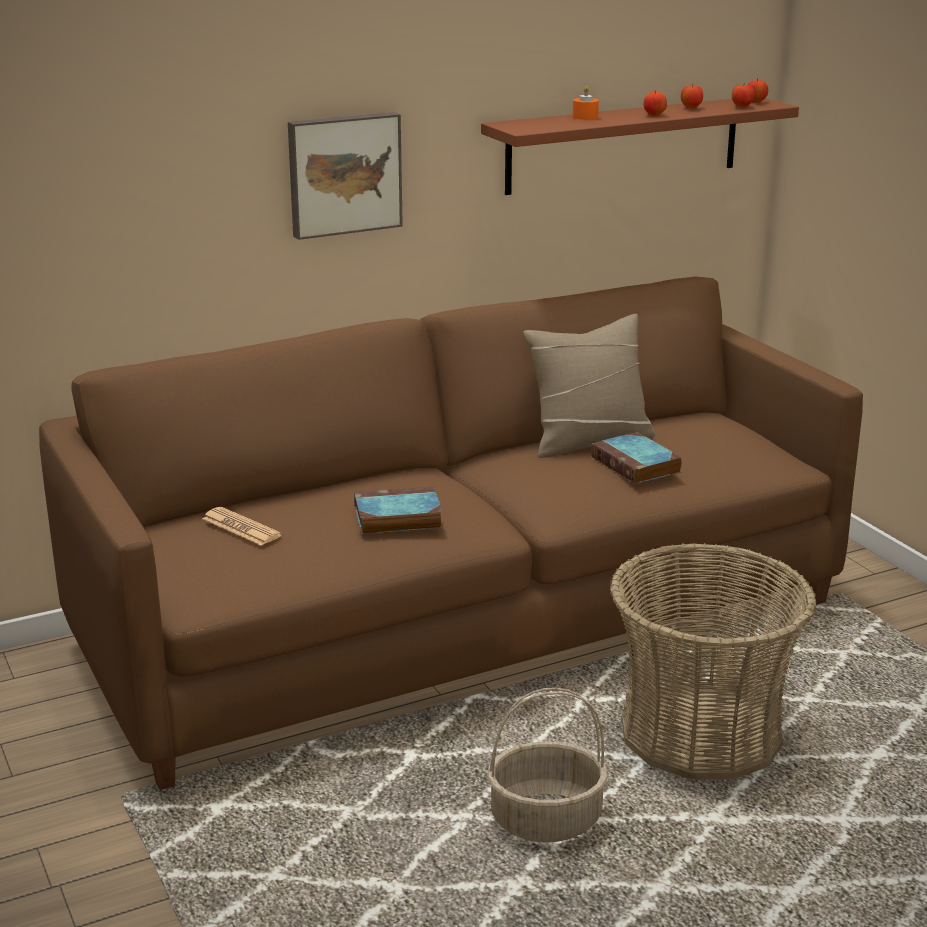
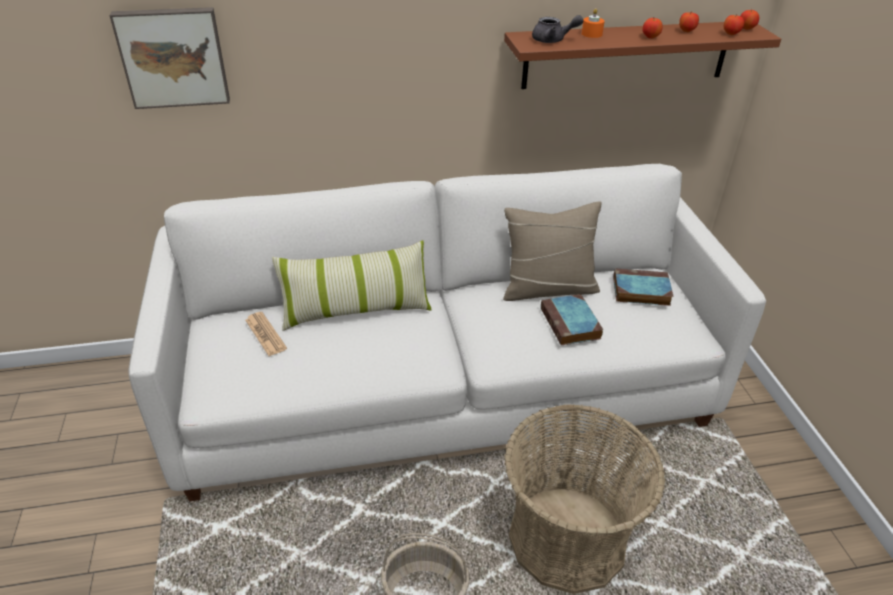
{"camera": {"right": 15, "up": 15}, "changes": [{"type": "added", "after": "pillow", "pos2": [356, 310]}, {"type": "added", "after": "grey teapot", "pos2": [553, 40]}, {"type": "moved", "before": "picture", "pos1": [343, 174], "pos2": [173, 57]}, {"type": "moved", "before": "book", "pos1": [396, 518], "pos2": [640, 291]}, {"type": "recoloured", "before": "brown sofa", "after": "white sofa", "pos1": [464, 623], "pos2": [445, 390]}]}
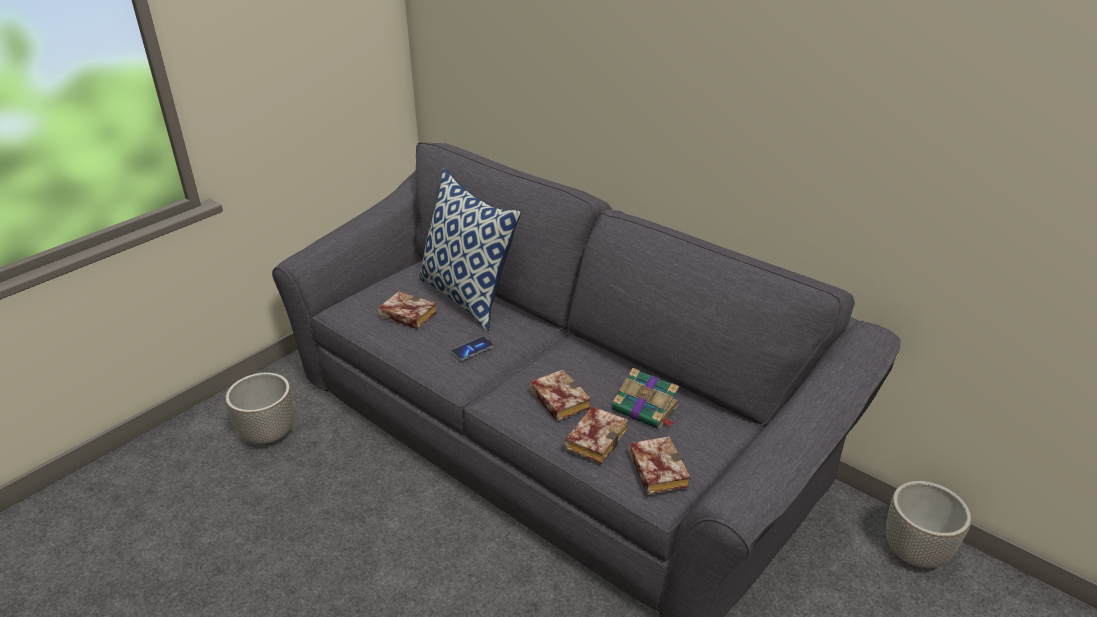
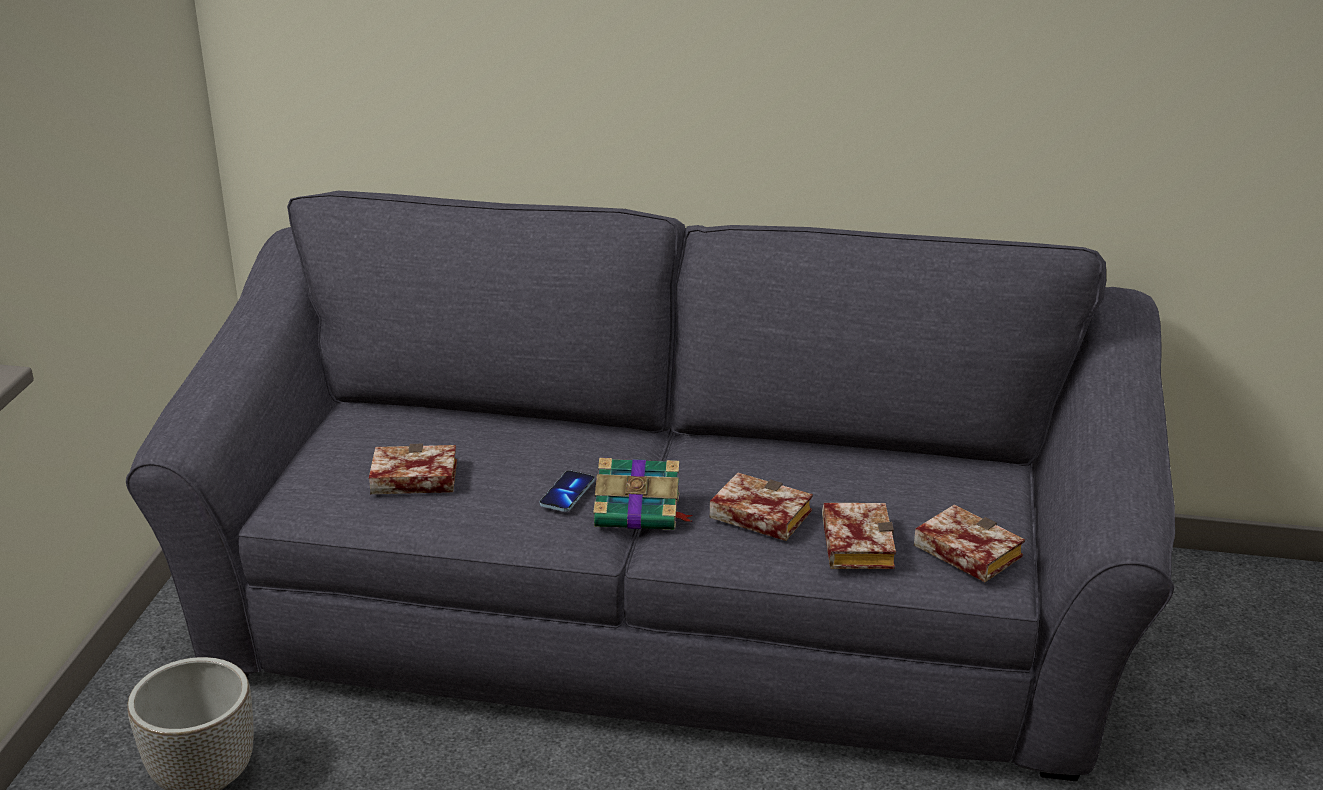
{"camera": {"right": -30, "up": -5}, "changes": [{"type": "removed", "before": "pillow", "pos1": [468, 297]}, {"type": "removed", "before": "planter", "pos1": [915, 552]}, {"type": "moved", "before": "book", "pos1": [646, 409], "pos2": [639, 511]}]}
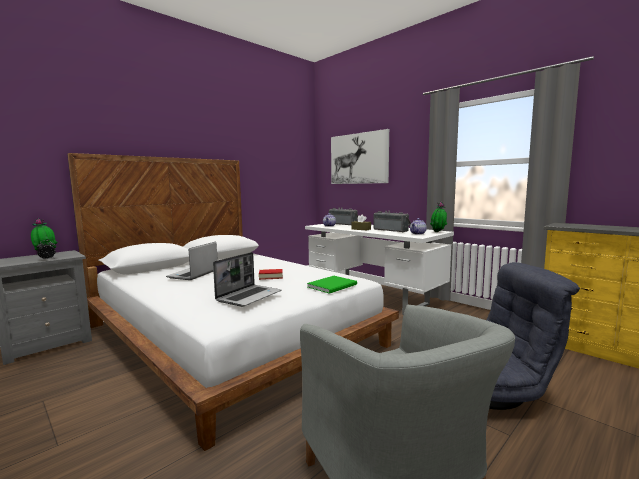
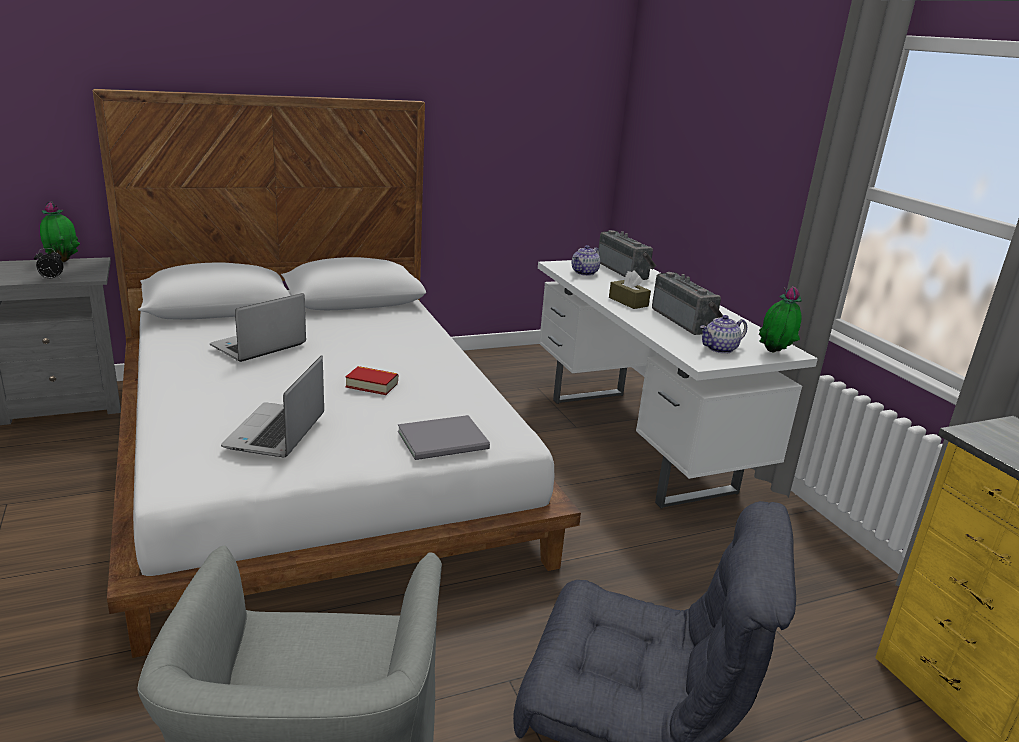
{"camera": {"right": 20, "up": 15}, "changes": [{"type": "removed", "before": "picture", "pos1": [358, 158]}, {"type": "recoloured", "before": "green book", "after": "grey book", "pos1": [333, 285], "pos2": [446, 441]}, {"type": "turned", "before": "laptop", "pos1": [249, 296], "pos2": [276, 432], "turn": 135}]}
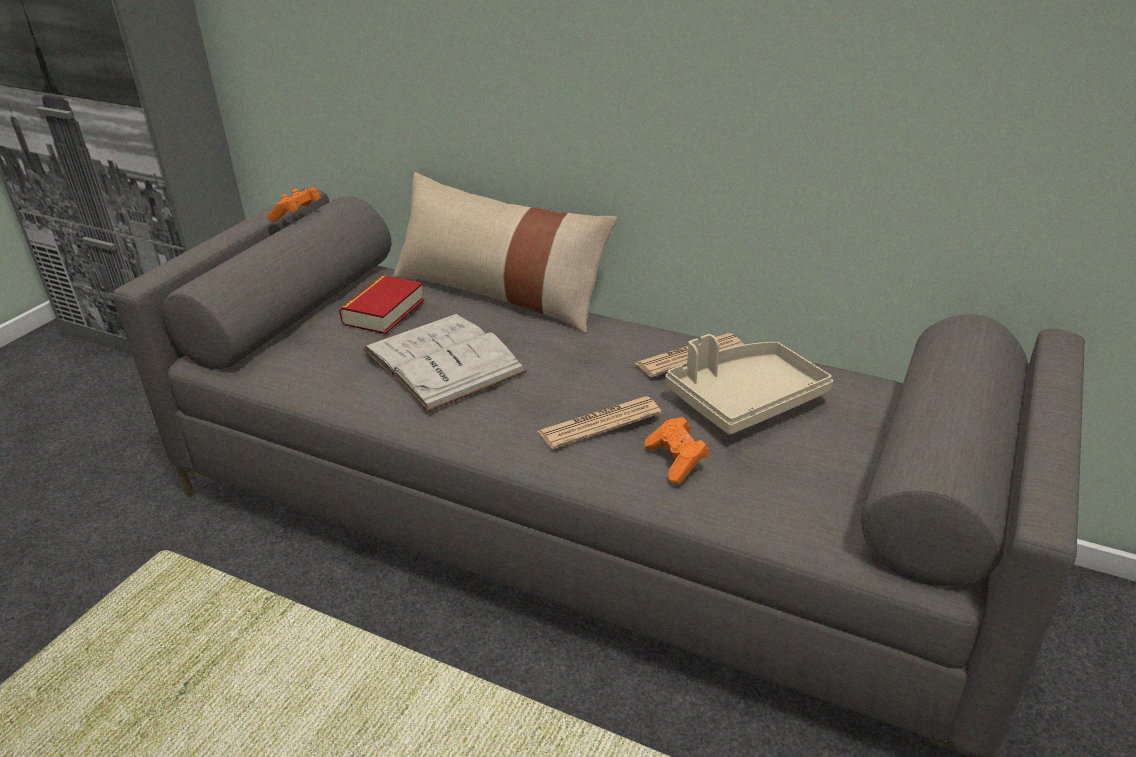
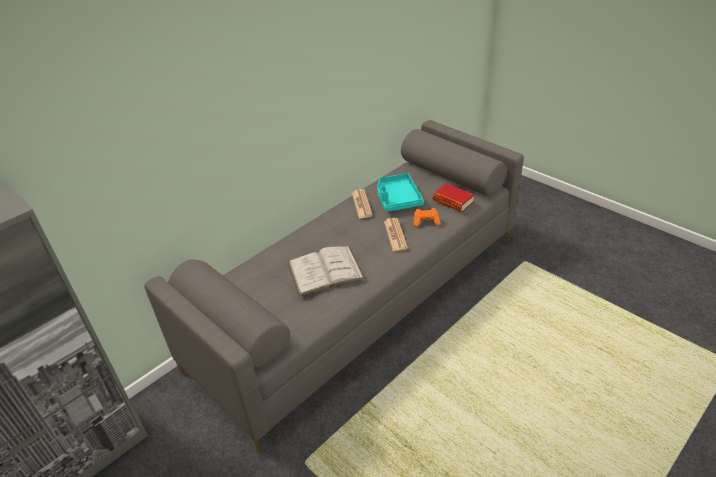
{"camera": {"right": -70, "up": 5}, "changes": [{"type": "removed", "before": "orange game controller", "pos1": [297, 215]}, {"type": "removed", "before": "beige pillow", "pos1": [500, 293]}, {"type": "moved", "before": "book", "pos1": [384, 312], "pos2": [453, 201]}, {"type": "recoloured", "before": "beige tray", "after": "turquoise tray", "pos1": [744, 399], "pos2": [397, 199]}]}
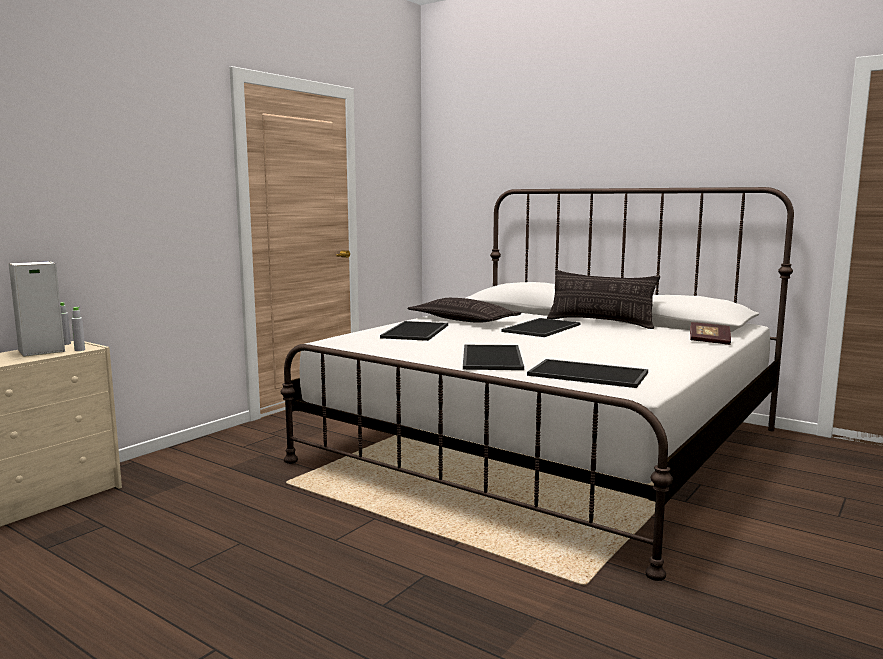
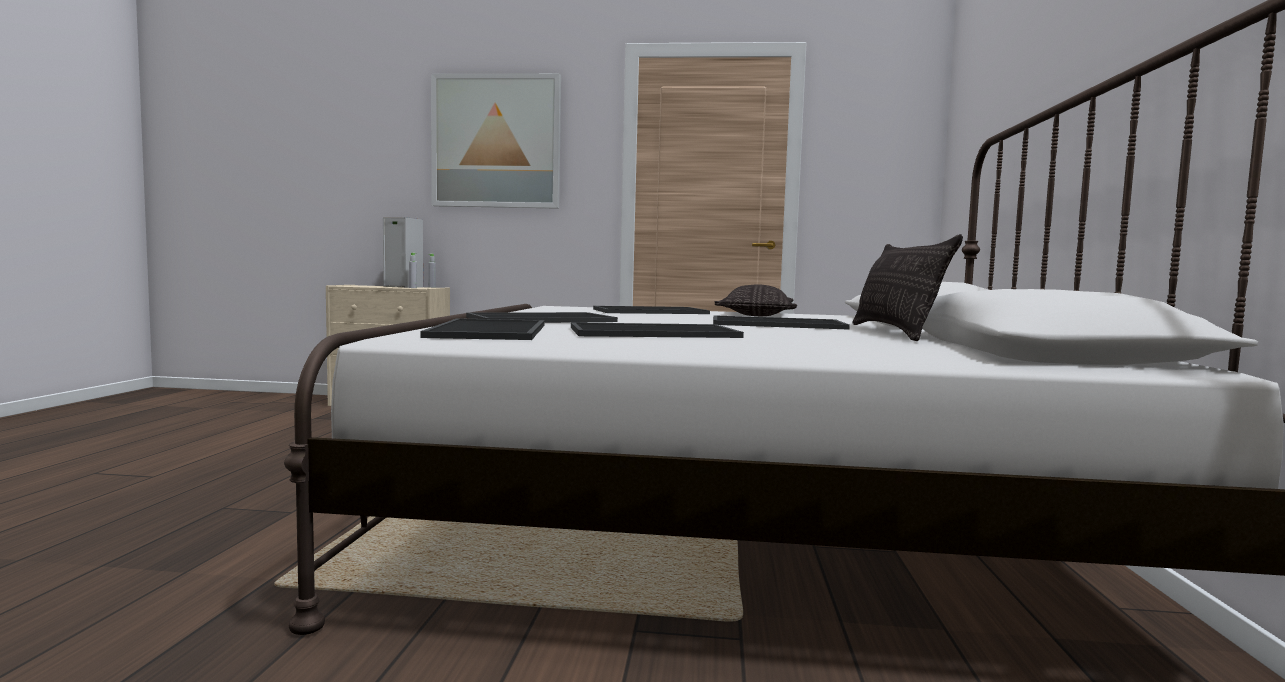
{"camera": {"right": 60, "up": -5}, "changes": [{"type": "removed", "before": "book", "pos1": [709, 342]}, {"type": "added", "after": "picture", "pos2": [496, 142]}, {"type": "added", "after": "tray", "pos2": [654, 332]}]}
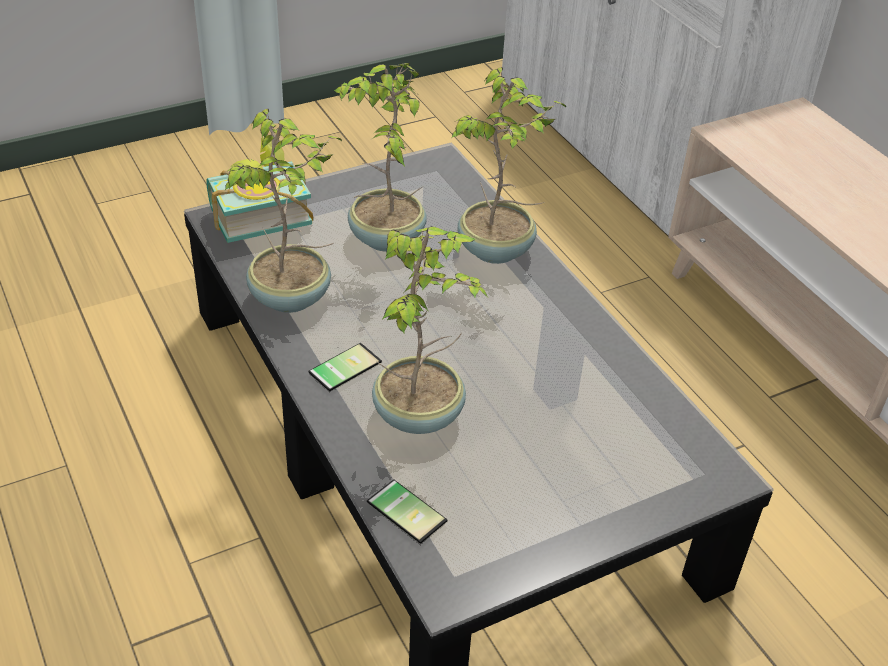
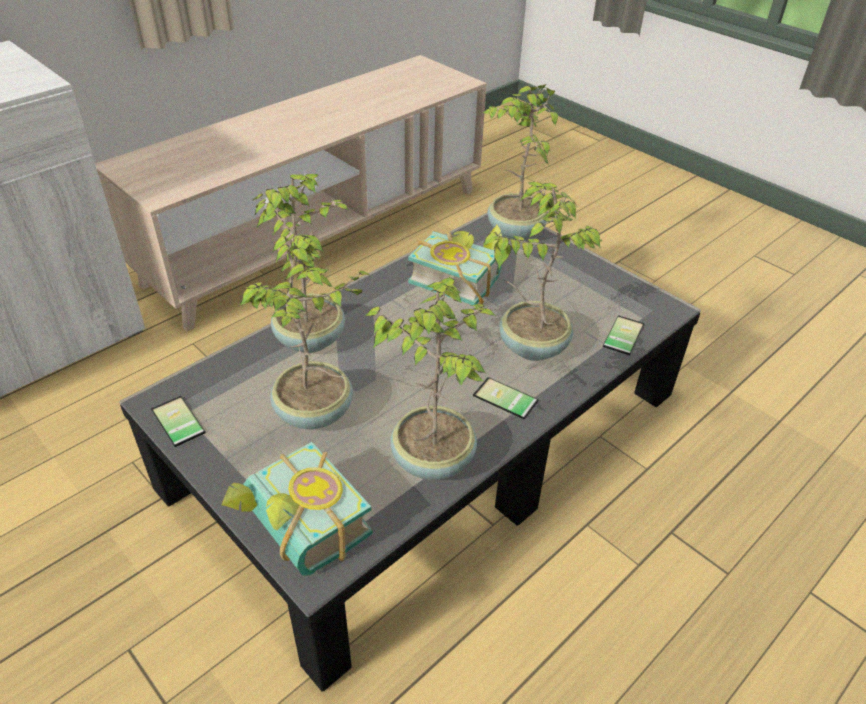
{"camera": {"right": -105, "up": 0}, "changes": [{"type": "added", "after": "phone", "pos2": [174, 422]}, {"type": "added", "after": "book", "pos2": [459, 278]}, {"type": "added", "after": "potted plant", "pos2": [514, 232]}]}
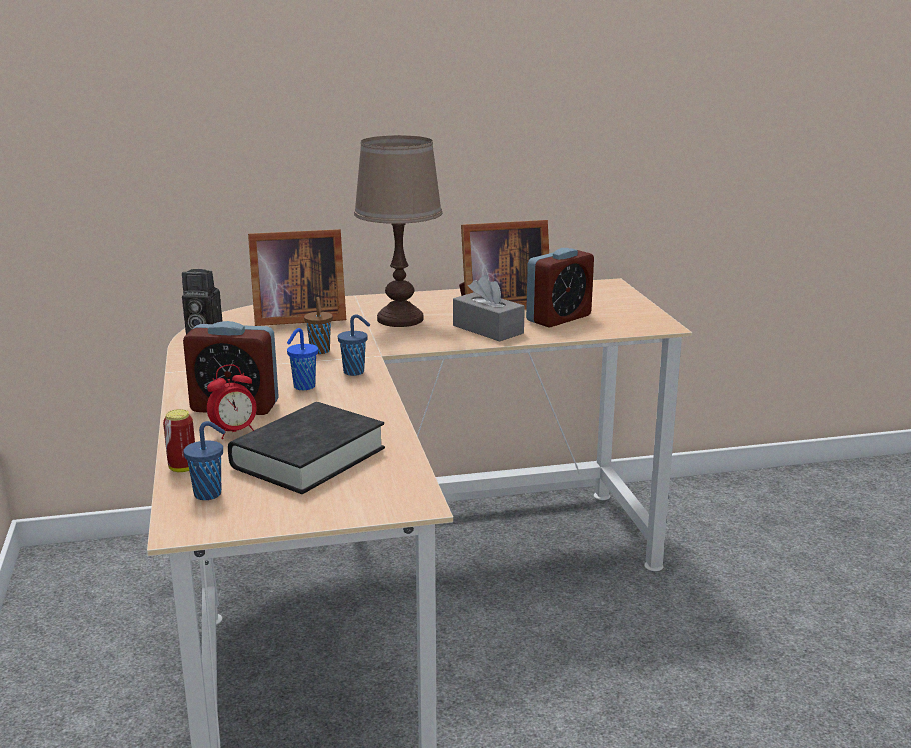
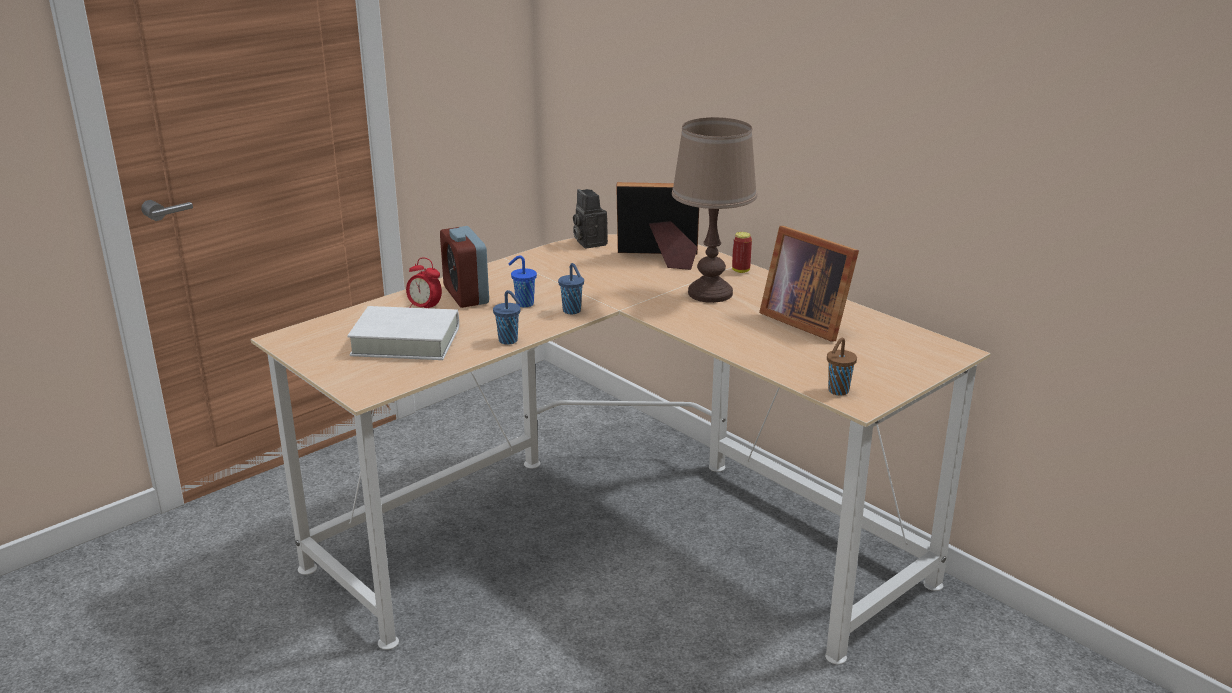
{"camera": {"right": 60, "up": 5}, "changes": [{"type": "removed", "before": "grey tissue box", "pos1": [488, 329]}, {"type": "removed", "before": "alarm clock", "pos1": [558, 318]}, {"type": "moved", "before": "can", "pos1": [183, 468], "pos2": [740, 270]}, {"type": "moved", "before": "blue cup", "pos1": [209, 494], "pos2": [509, 341]}, {"type": "moved", "before": "brown cup", "pos1": [320, 351], "pos2": [837, 391]}, {"type": "recoloured", "before": "black book", "after": "white book", "pos1": [308, 457], "pos2": [406, 341]}, {"type": "turned", "before": "picture frame", "pos1": [295, 318], "pos2": [660, 259], "turn": 135}]}
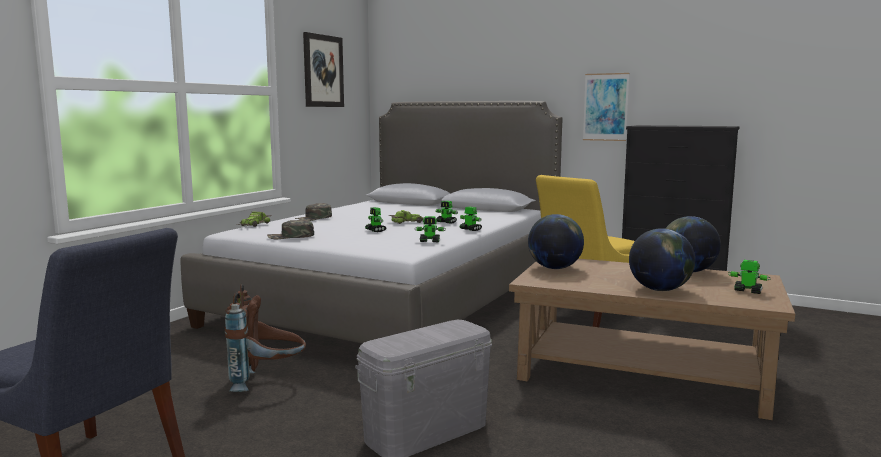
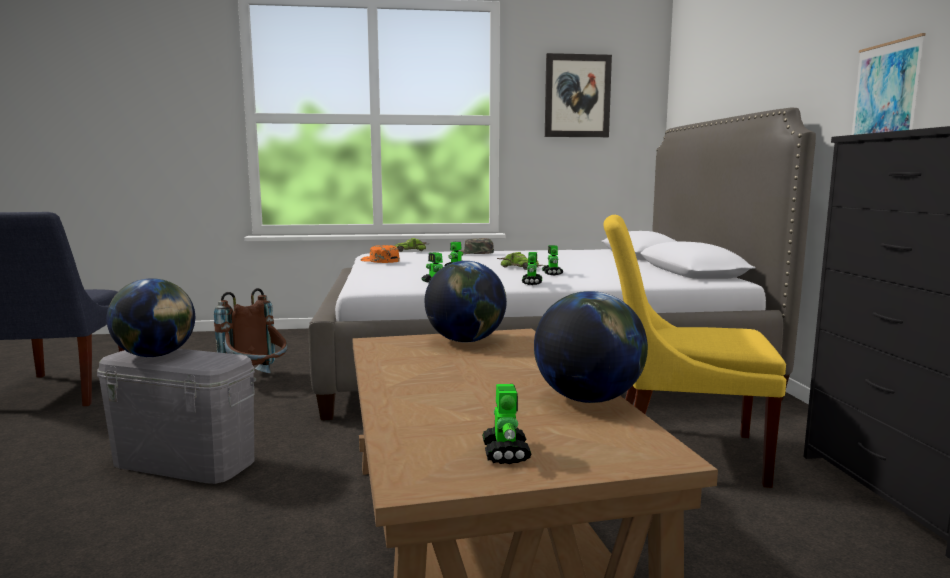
{"camera": {"right": 55, "up": 0}, "changes": [{"type": "moved", "before": "globe", "pos1": [659, 289], "pos2": [156, 355]}, {"type": "recoloured", "before": "green cap", "after": "orange cap", "pos1": [291, 236], "pos2": [379, 261]}]}
